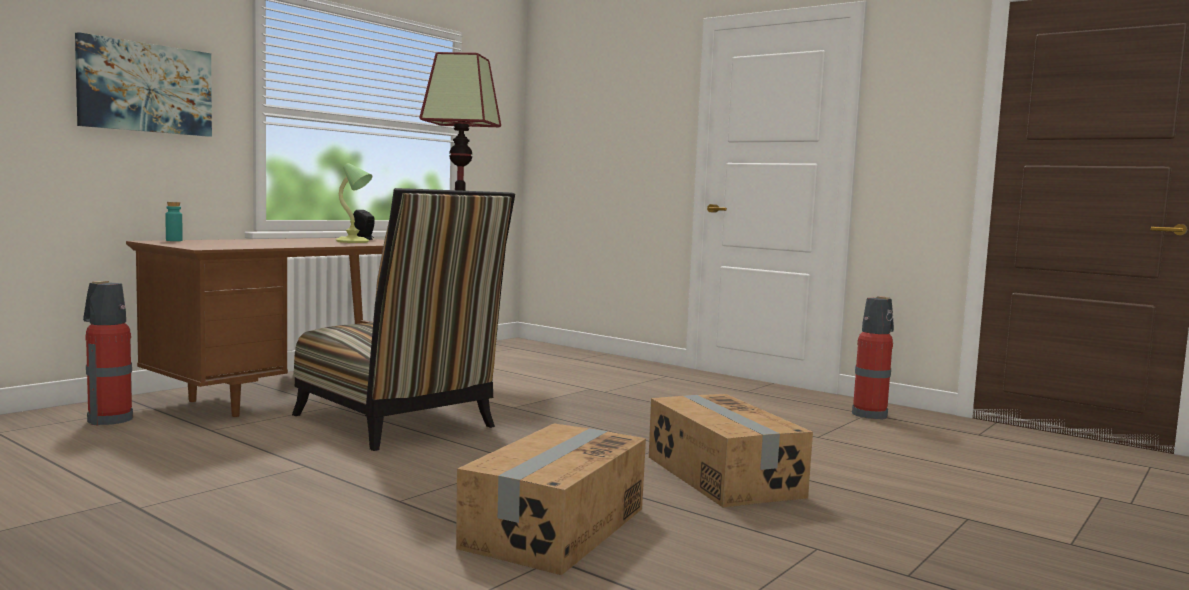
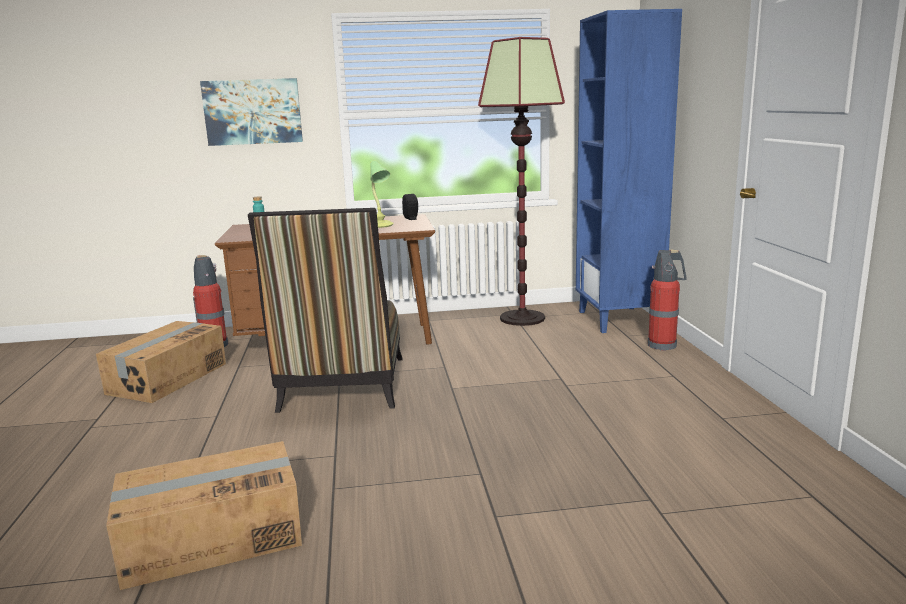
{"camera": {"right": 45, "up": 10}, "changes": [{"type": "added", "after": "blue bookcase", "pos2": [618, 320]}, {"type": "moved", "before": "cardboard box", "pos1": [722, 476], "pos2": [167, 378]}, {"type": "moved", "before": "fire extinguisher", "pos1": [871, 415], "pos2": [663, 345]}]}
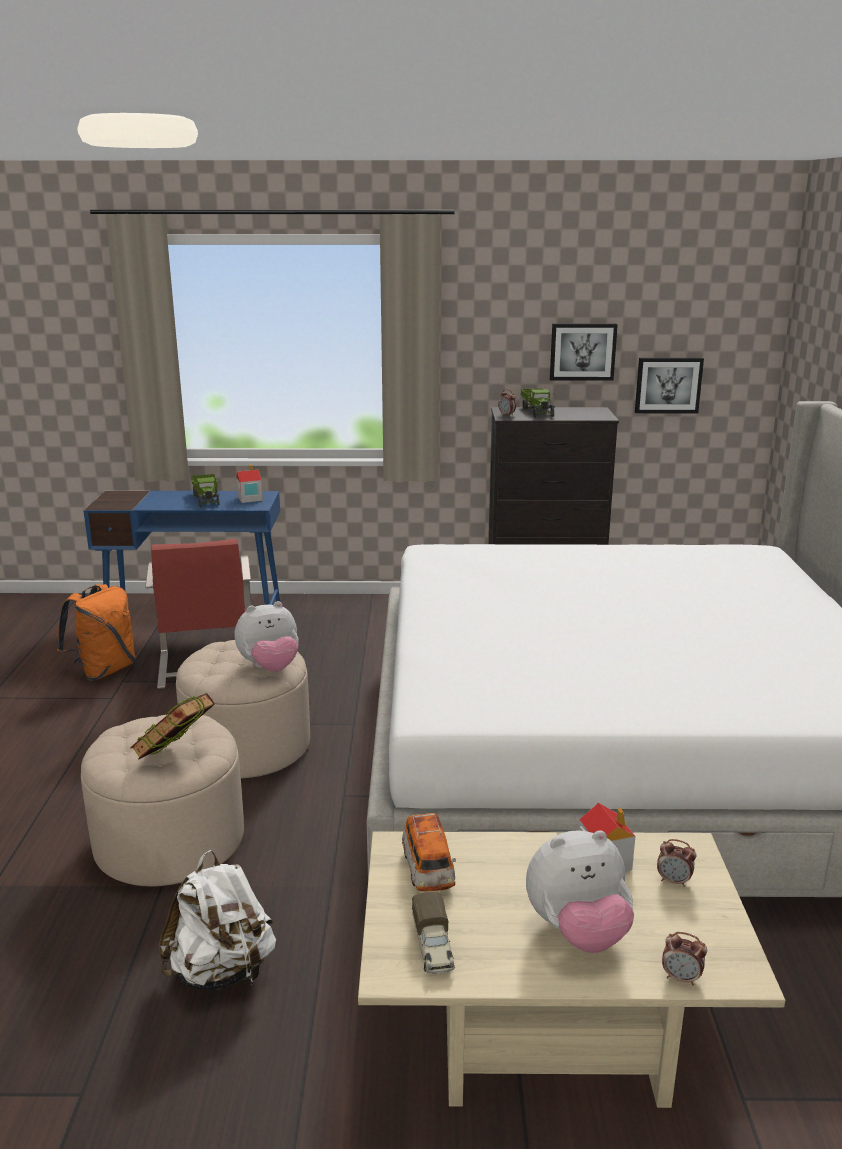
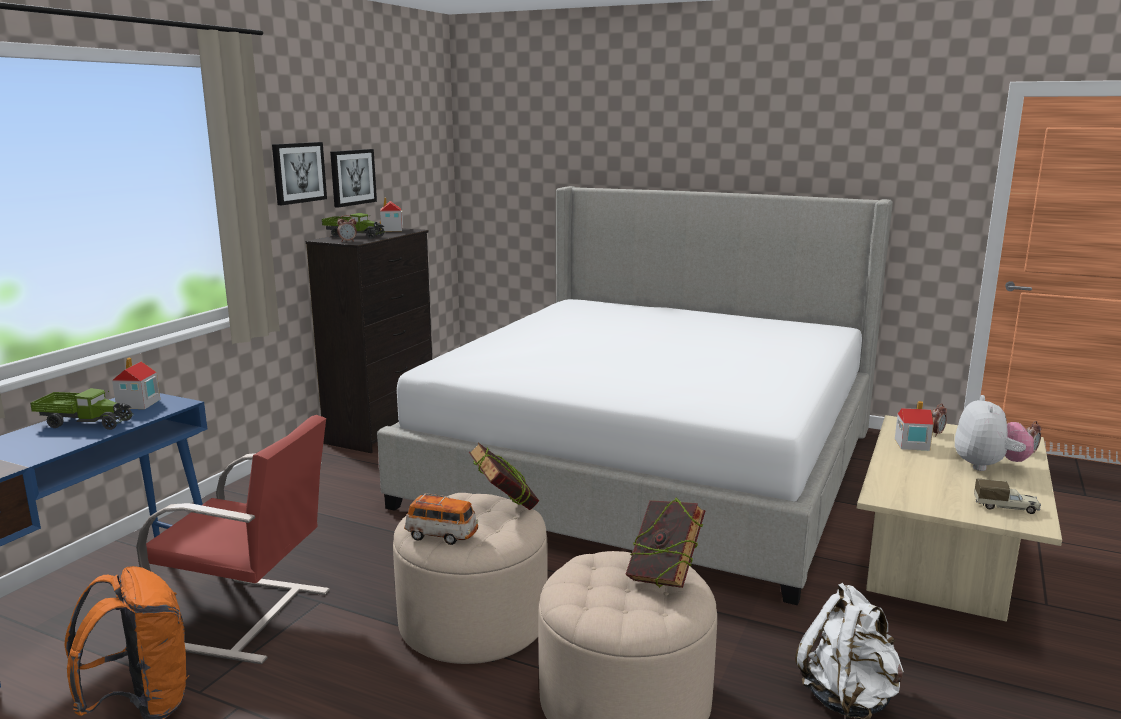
{"camera": {"right": -65, "up": -5}, "changes": [{"type": "added", "after": "toy house", "pos2": [391, 230]}, {"type": "moved", "before": "toy car", "pos1": [428, 870], "pos2": [442, 535]}, {"type": "moved", "before": "picture", "pos1": [668, 385], "pos2": [298, 172]}, {"type": "replaced", "before": "plush toy", "after": "book", "pos1": [270, 668], "pos2": [504, 508]}]}
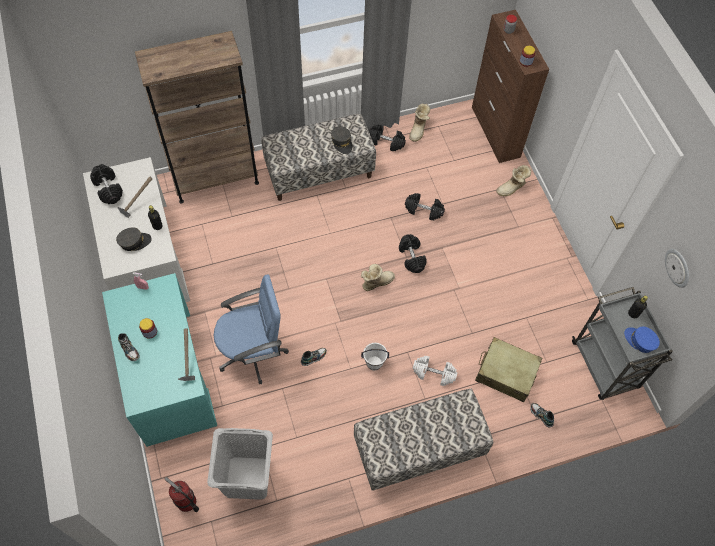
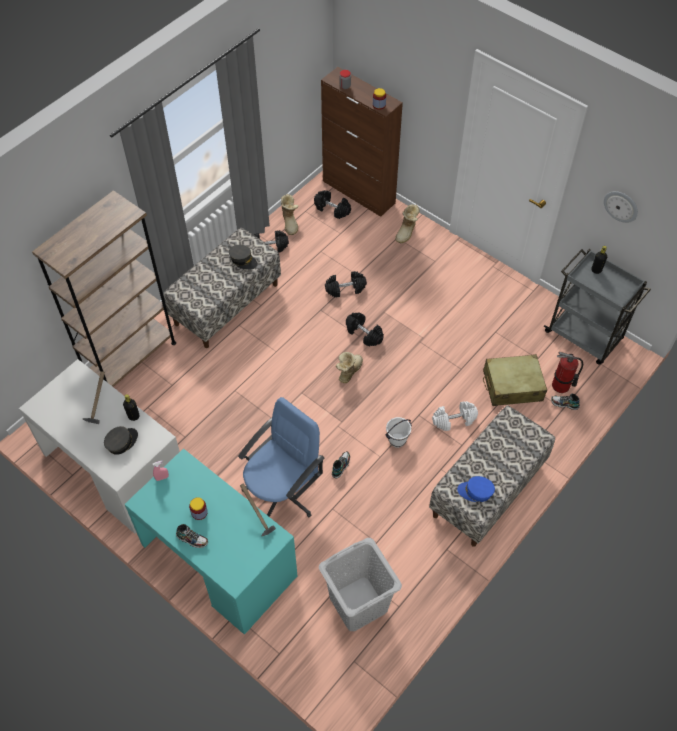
{"camera": {"right": -30, "up": -5}, "changes": [{"type": "moved", "before": "black dumbbell", "pos1": [108, 189], "pos2": [332, 209]}, {"type": "moved", "before": "fire extinguisher", "pos1": [186, 502], "pos2": [561, 386]}, {"type": "moved", "before": "blue cap", "pos1": [640, 341], "pos2": [475, 492]}]}
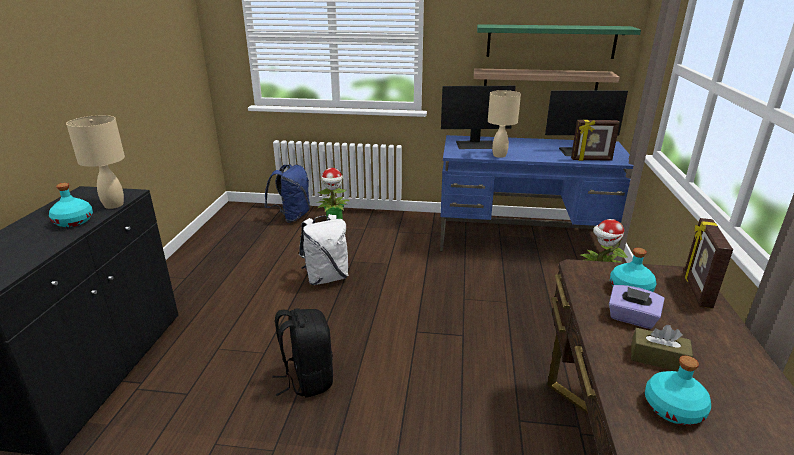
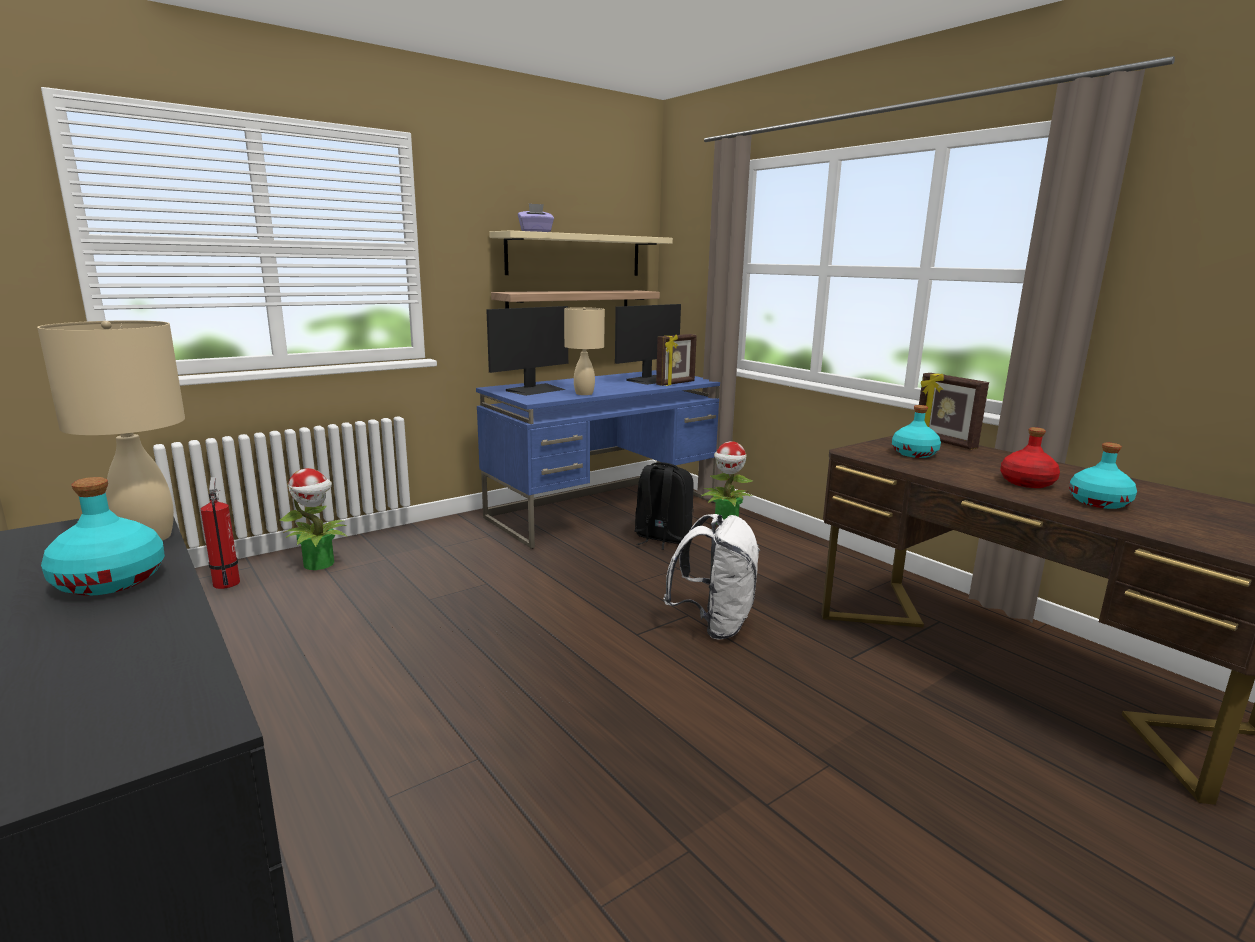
{"camera": {"right": -45, "up": -10}, "changes": [{"type": "moved", "before": "black backpack", "pos1": [307, 379], "pos2": [662, 538]}, {"type": "moved", "before": "white backpack", "pos1": [326, 277], "pos2": [714, 625]}, {"type": "moved", "before": "purple tissue box", "pos1": [631, 318], "pos2": [536, 231]}, {"type": "replaced", "before": "blue backpack", "after": "fire extinguisher", "pos1": [292, 217], "pos2": [226, 582]}, {"type": "replaced", "before": "brown tissue box", "after": "red bottle", "pos1": [658, 358], "pos2": [1027, 482]}, {"type": "recoloured", "before": "green shelf", "after": "beige shelf", "pos1": [551, 41], "pos2": [575, 255]}]}
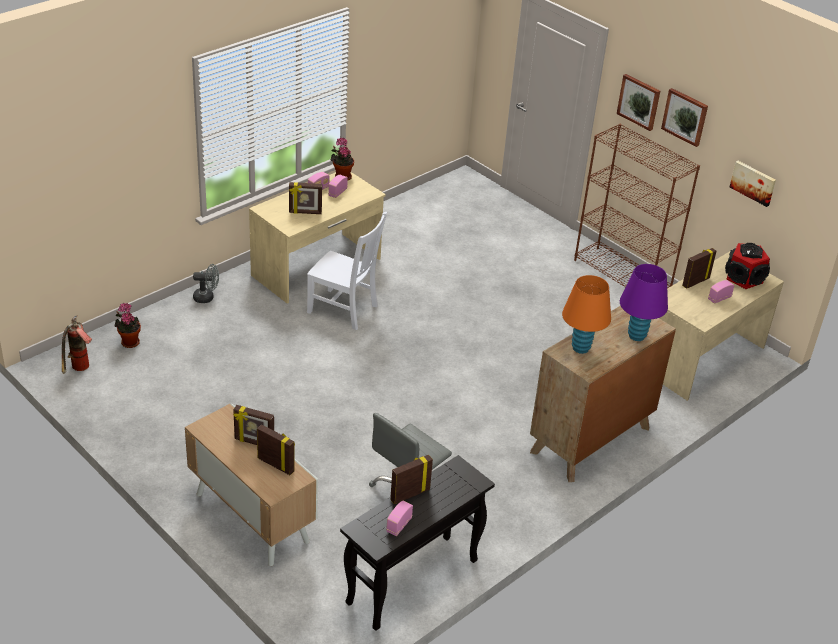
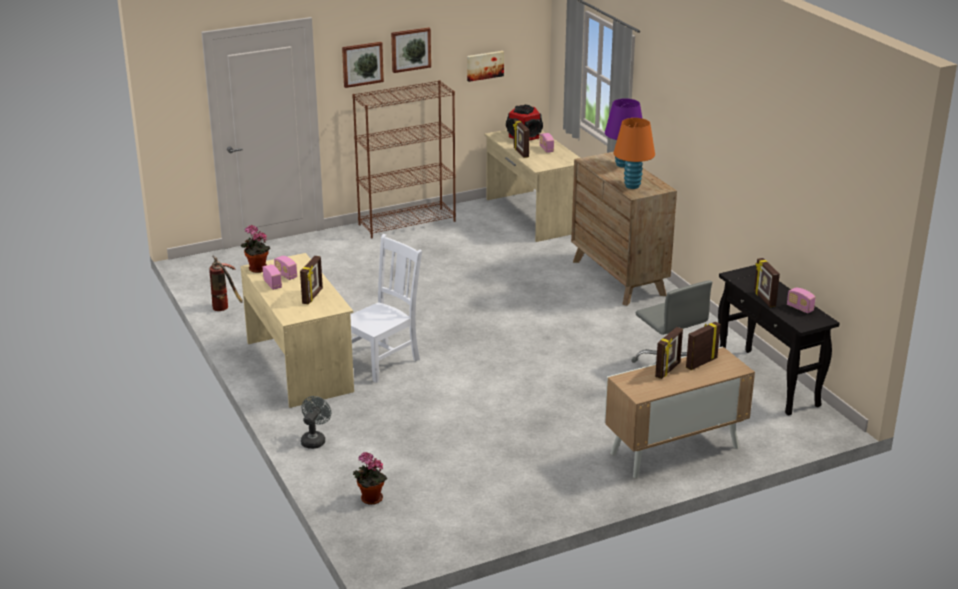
{"camera": {"right": -70, "up": -10}, "changes": [{"type": "moved", "before": "fire extinguisher", "pos1": [79, 370], "pos2": [226, 308]}]}
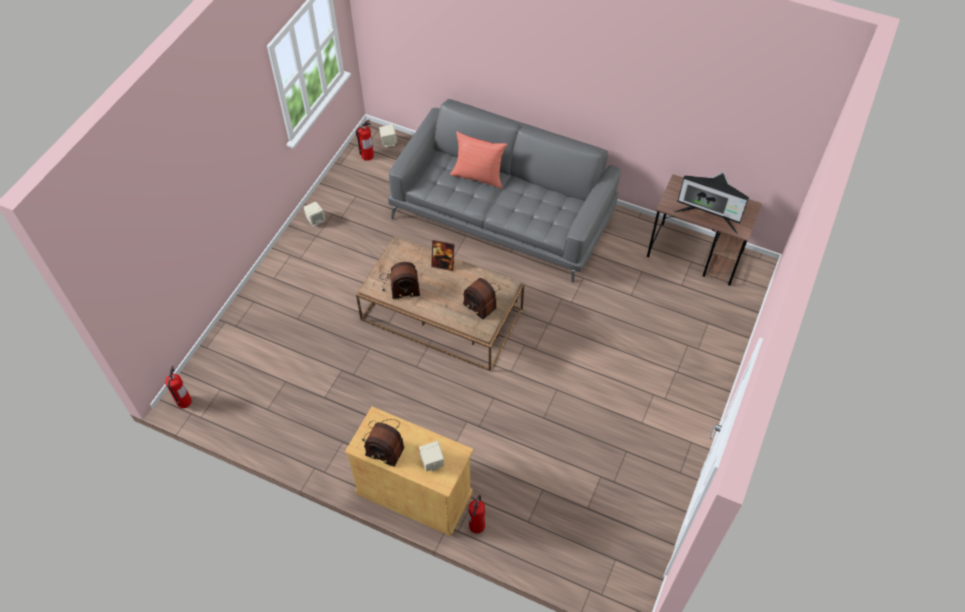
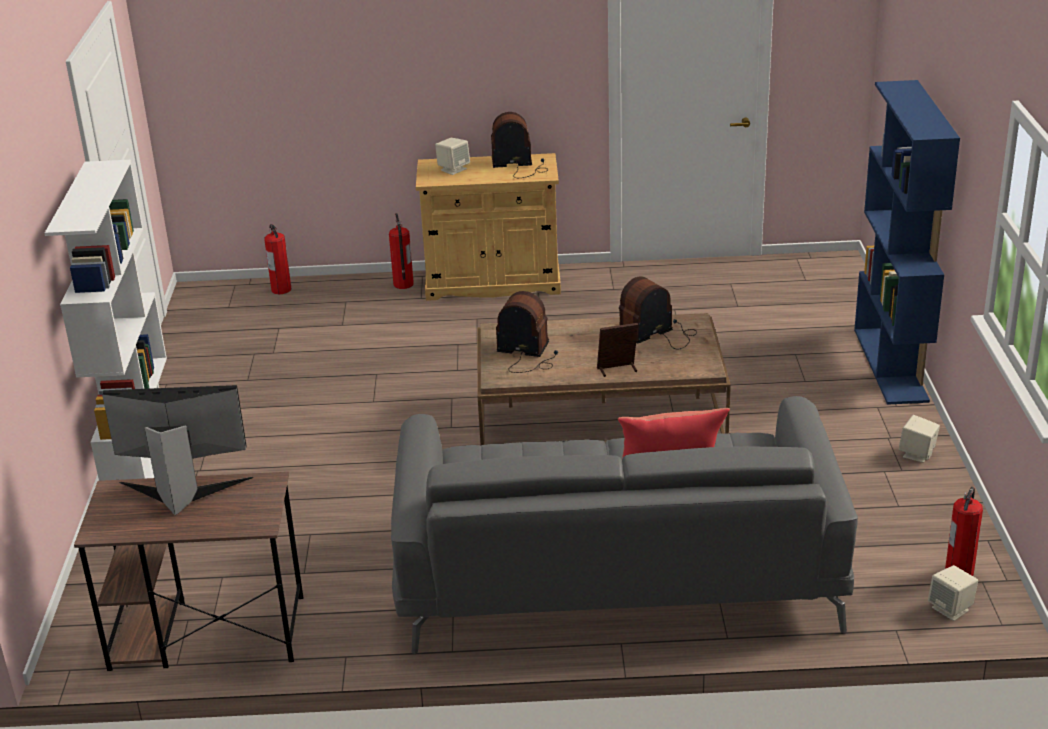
{"camera": {"right": 155, "up": -25}, "changes": [{"type": "added", "after": "white bookcase", "pos2": [141, 459]}, {"type": "added", "after": "blue bookcase", "pos2": [891, 365]}, {"type": "moved", "before": "fire extinguisher", "pos1": [184, 402], "pos2": [281, 289]}]}
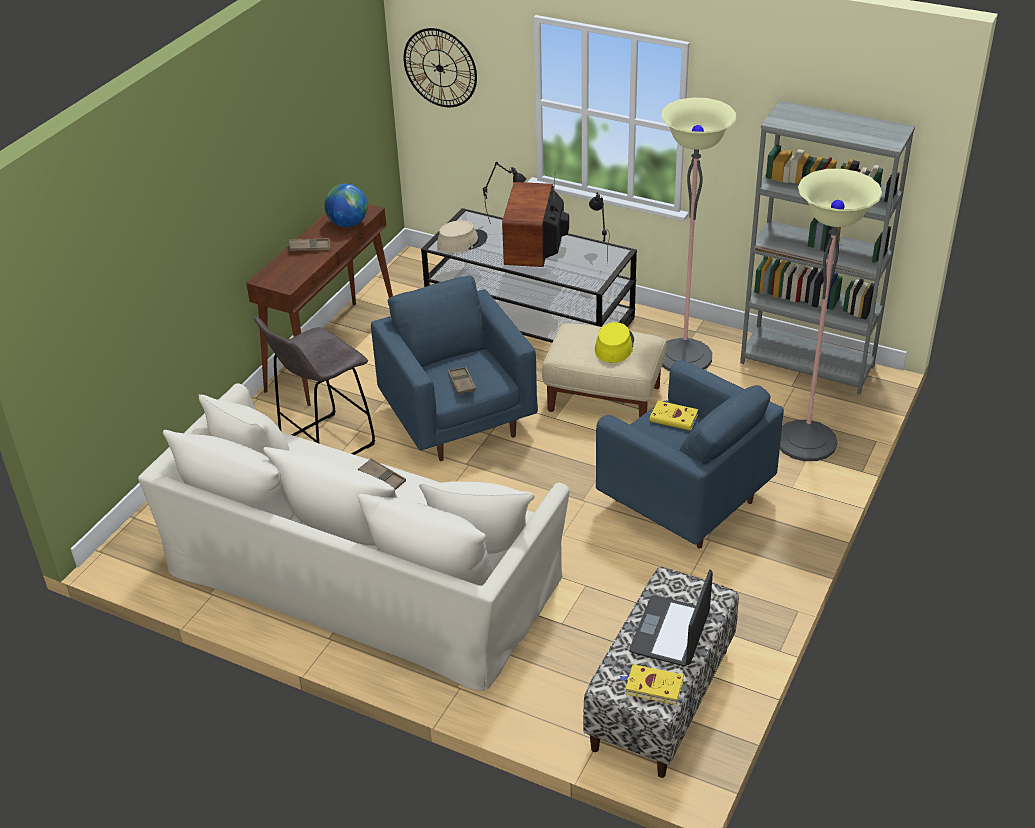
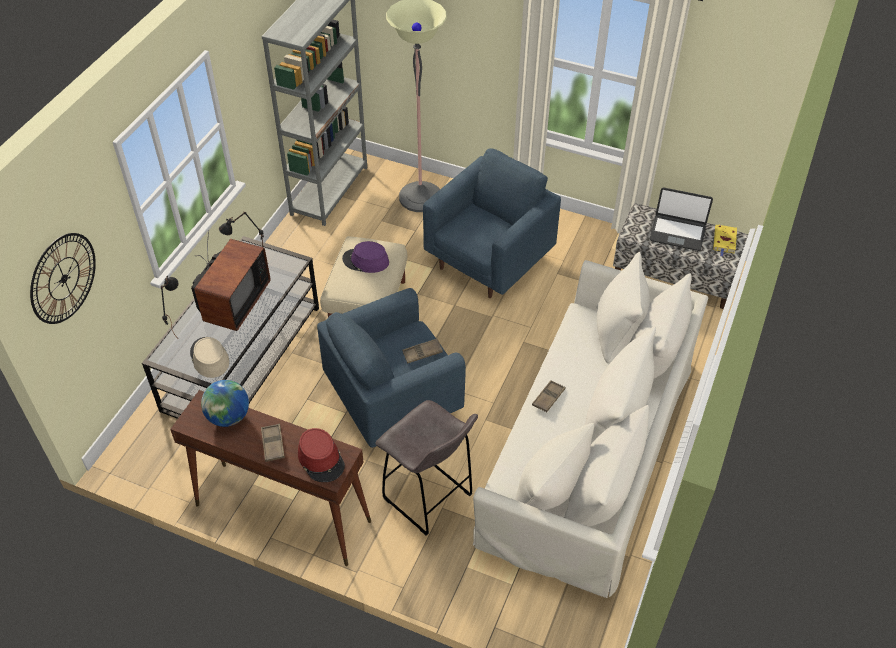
{"camera": {"right": -95, "up": 10}, "changes": [{"type": "removed", "before": "yellow book", "pos1": [675, 419]}, {"type": "removed", "before": "floor lamp", "pos1": [684, 357]}, {"type": "added", "after": "red hat", "pos2": [321, 459]}, {"type": "recoloured", "before": "yellow hat", "after": "purple hat", "pos1": [614, 345], "pos2": [365, 261]}, {"type": "turned", "before": "television", "pos1": [535, 250], "pos2": [232, 303], "turn": -75}]}
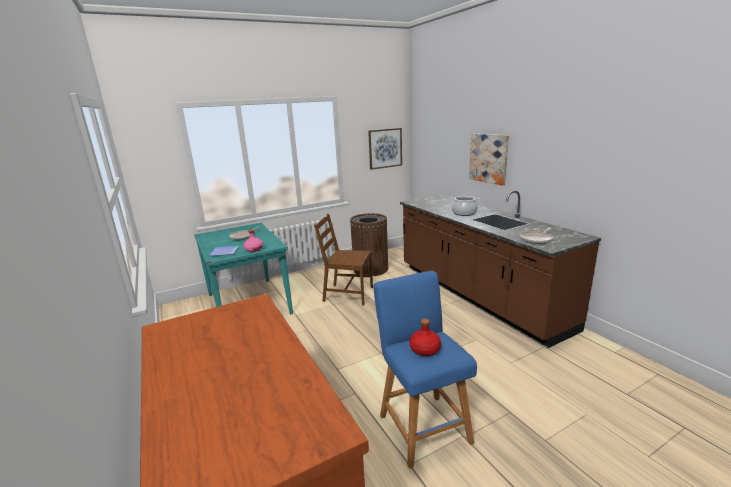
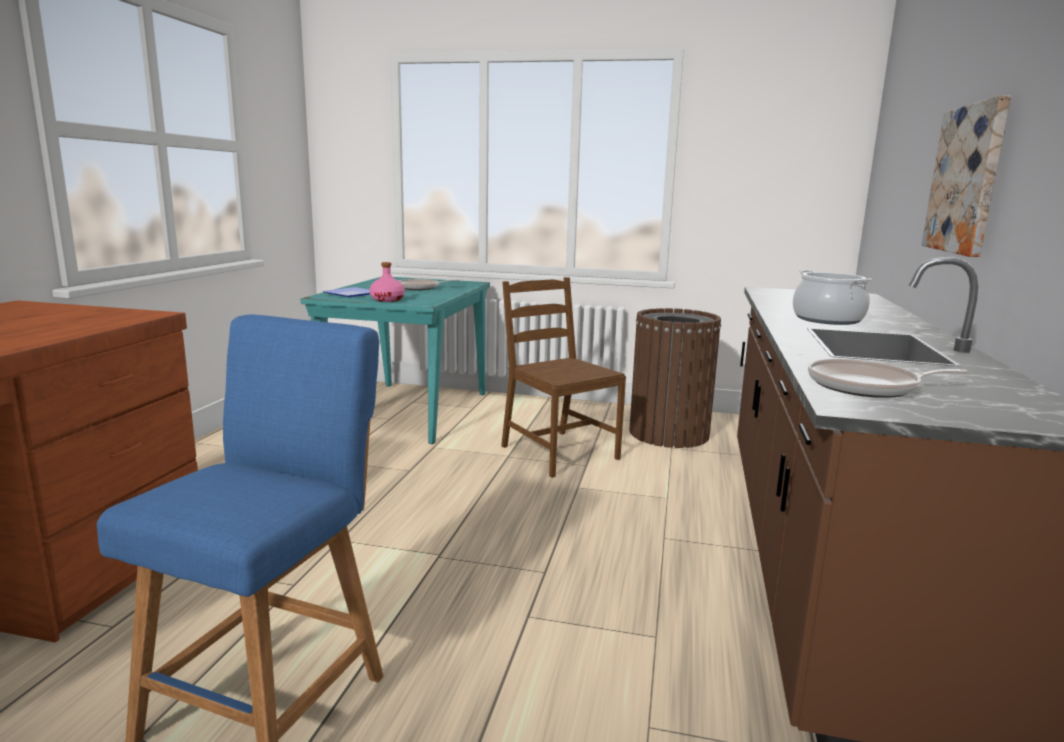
{"camera": {"right": 40, "up": -5}, "changes": [{"type": "removed", "before": "picture", "pos1": [385, 148]}, {"type": "removed", "before": "red bottle", "pos1": [425, 349]}]}
